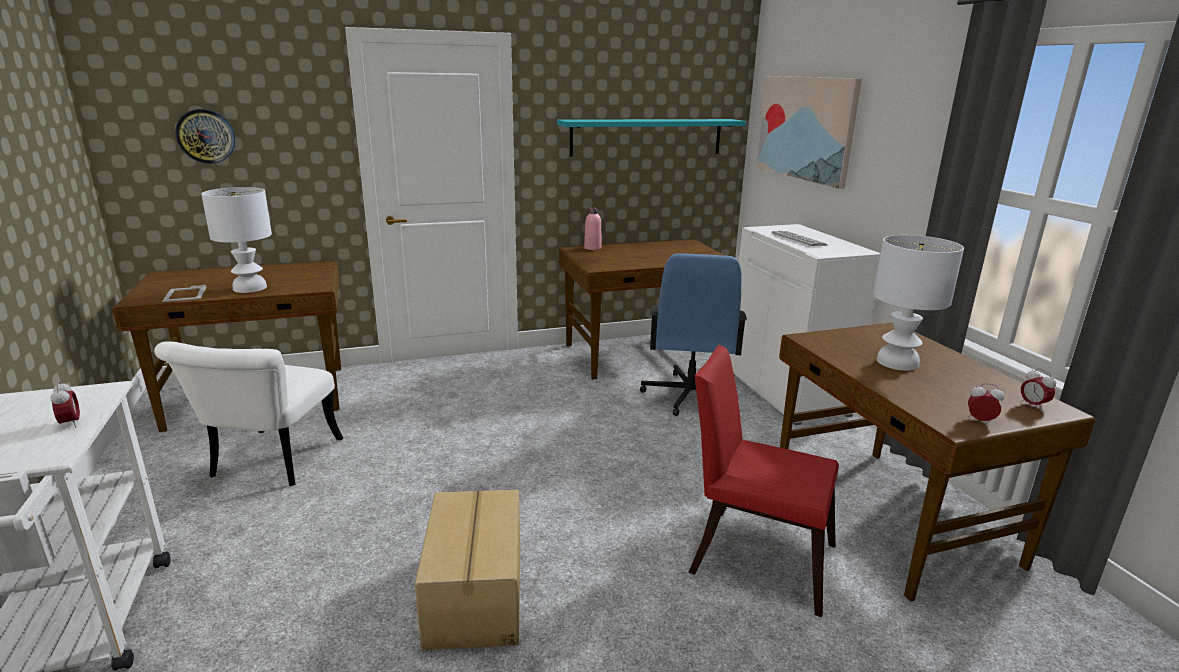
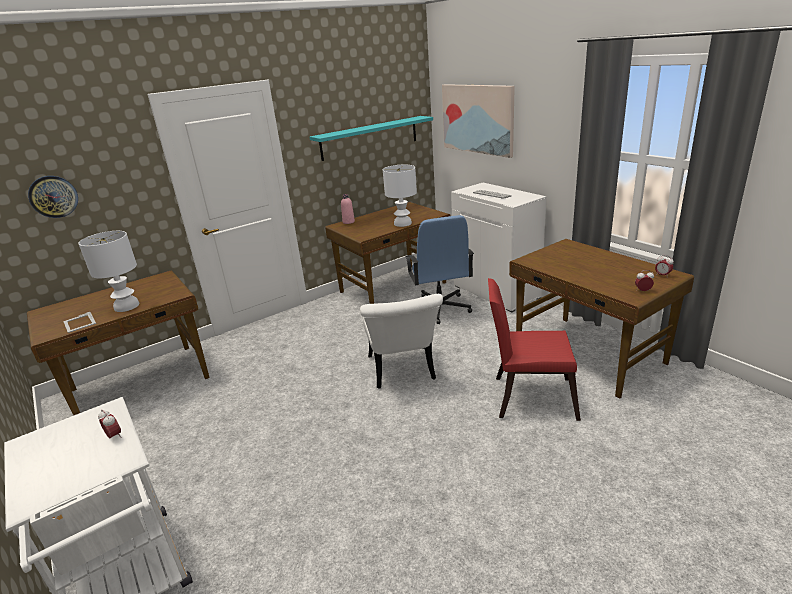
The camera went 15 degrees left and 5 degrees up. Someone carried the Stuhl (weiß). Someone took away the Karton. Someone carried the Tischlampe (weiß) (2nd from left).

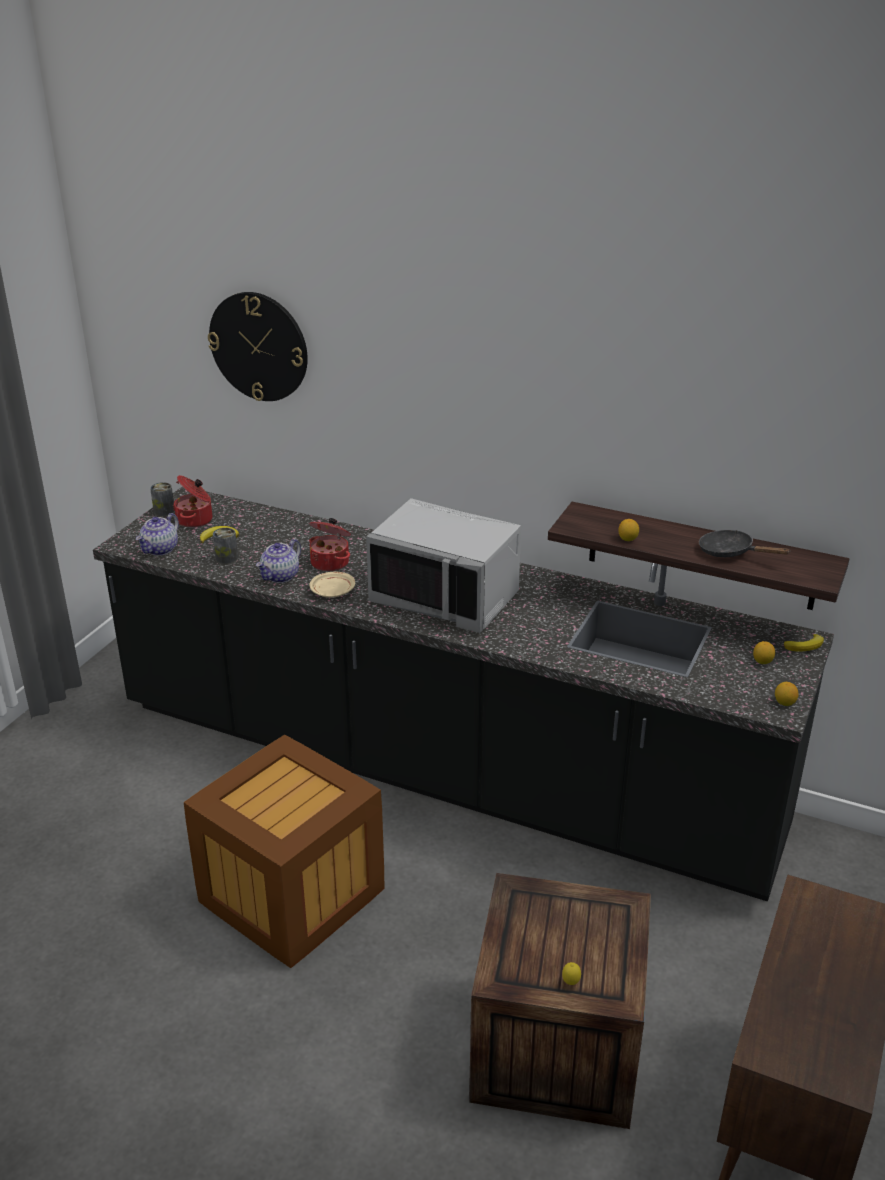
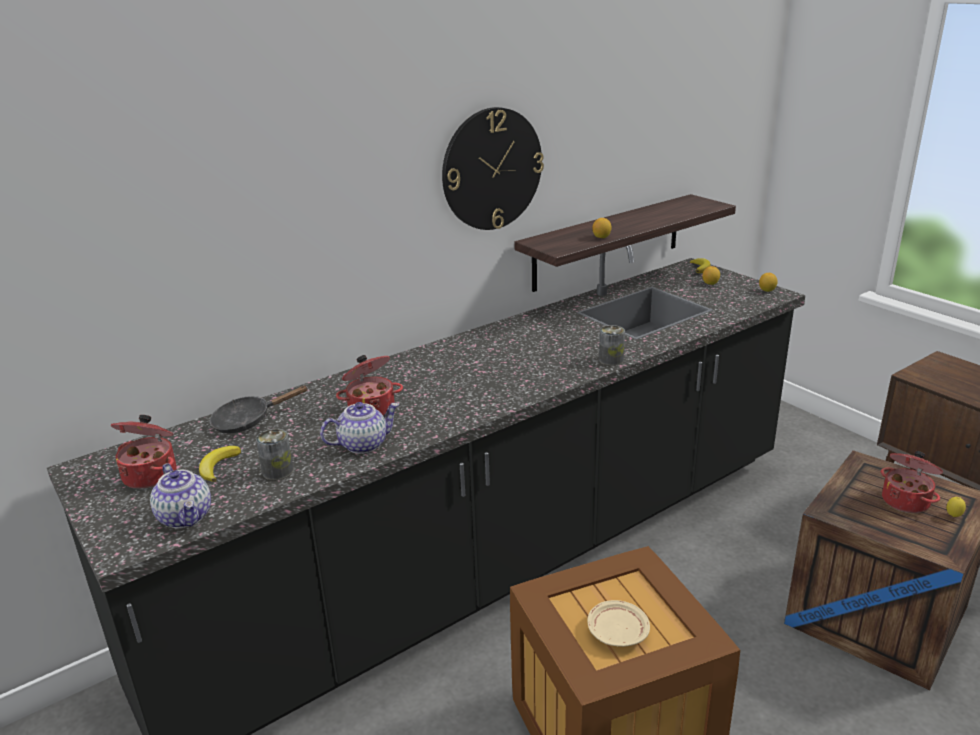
The camera went 60 degrees left and 5 degrees down. Someone carried the Dose (1st from left in the first image). Someone carried the Wanduhr. Someone rotated the Teekanne (2nd from left) by 90 degrees counterclockwise. Someone carried the Teller (beige). Someone took away the Mikrowelle (grau). Someone carried the Pfanne (schwarz). Someone put down the Kochtopf (3rd from left).

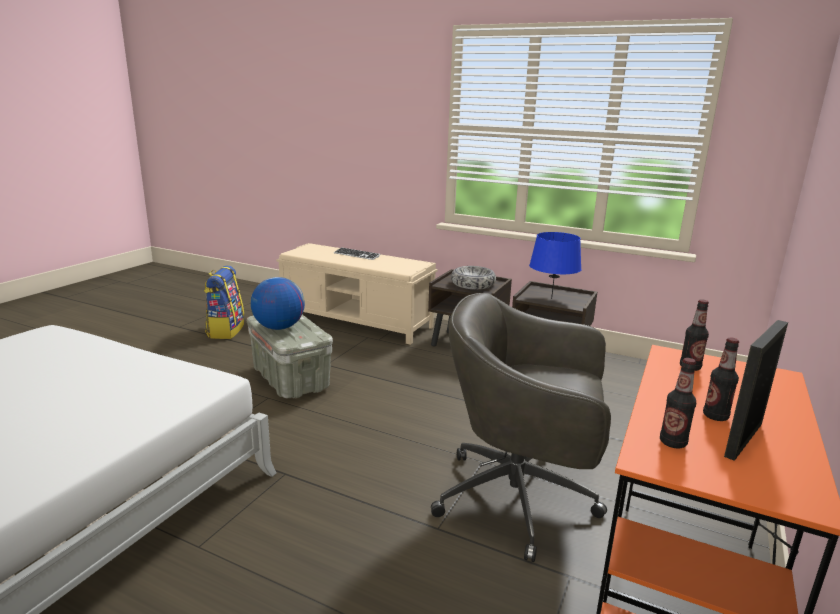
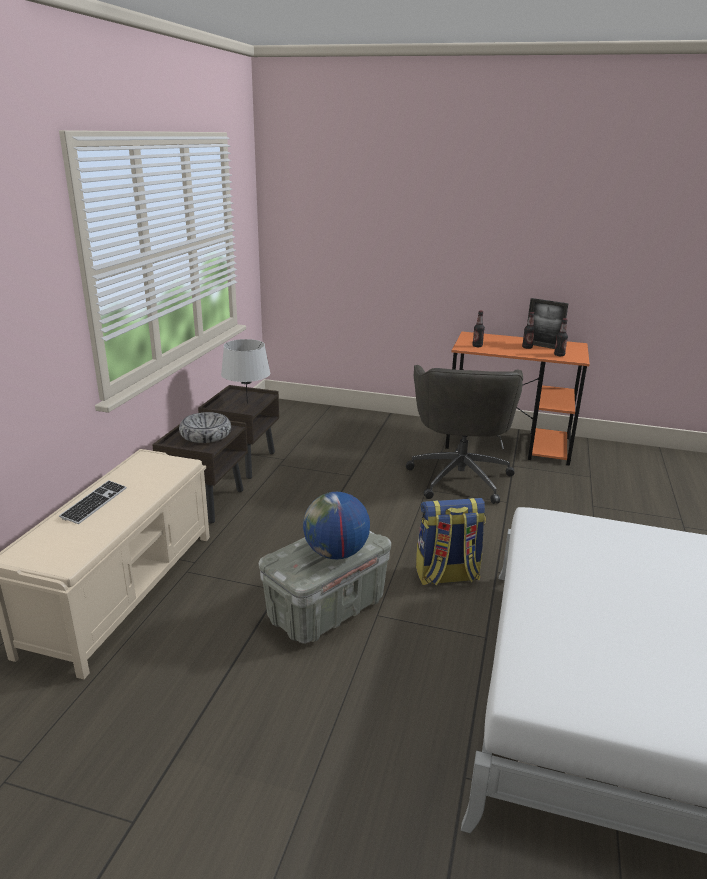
The camera went 100 degrees left and 5 degrees up. Someone carried the Rucksack. Someone repainted the Tischlampe (blau), which became the Tischlampe (grau).

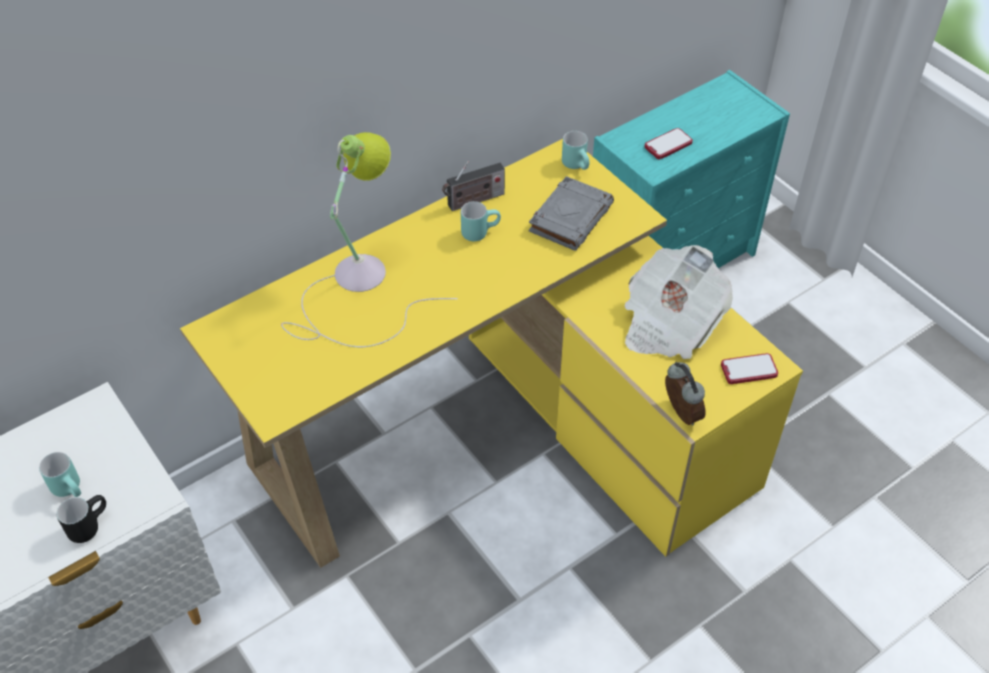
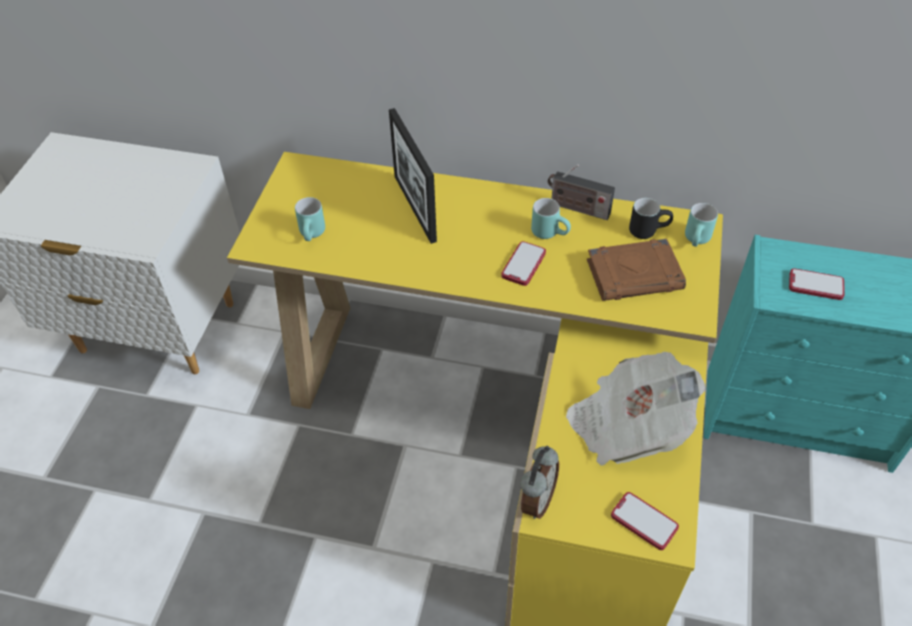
The camera went 50 degrees right and 0 degrees up. Someone carried the Henkelbecher (türkis) (1st from left). Someone carried the Henkelbecher (schwarz). Someone swapped the Tischlampe for the Bilderrahmen. Someone repainted the Buch (grau), which became the Buch (braun). Someone put down the Handy (1st from left).

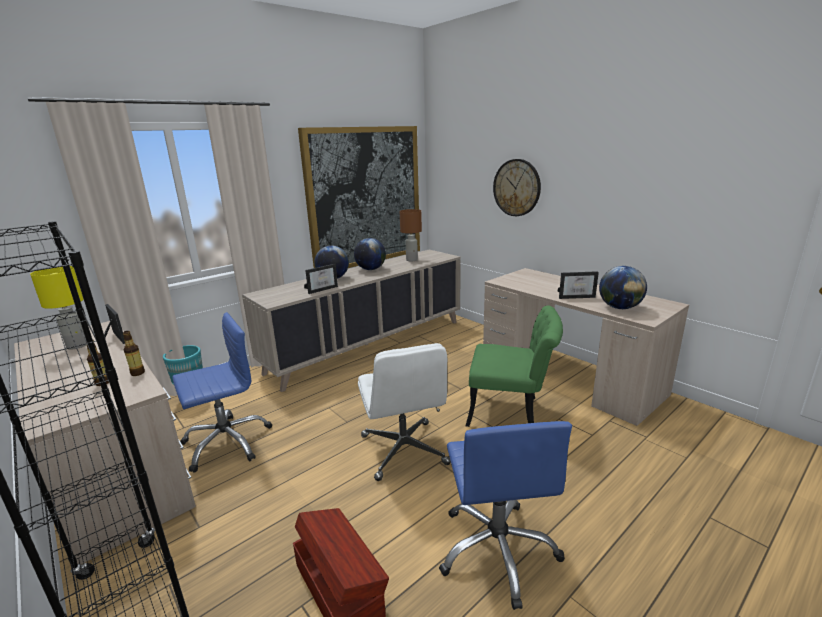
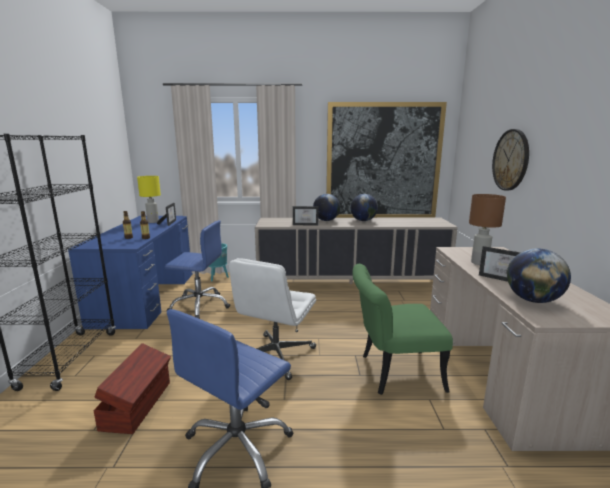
The camera went 40 degrees right and 5 degrees down. Someone repainted the Schreibtisch (beige) (1st from left), which became the Schreibtisch (blau). Someone carried the Tischlampe (braun). Someone rotated the Stuhl (grün) by 120 degrees clockwise.

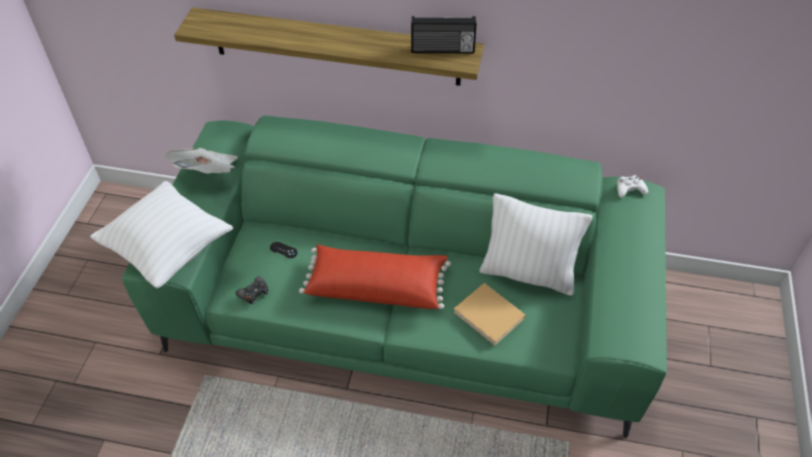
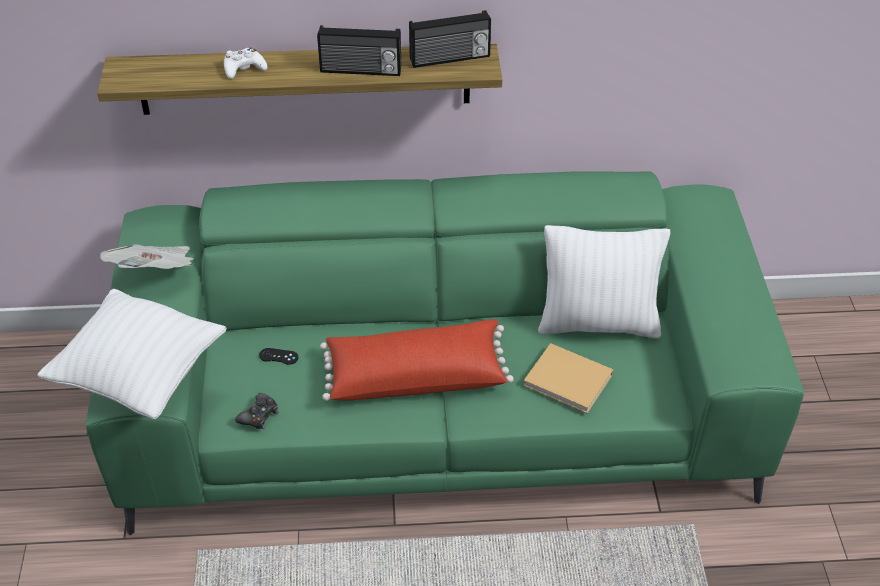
The camera went 15 degrees left and 5 degrees down. Someone carried the Gamepad (weiß). Someone put down the Radio (1st from left).

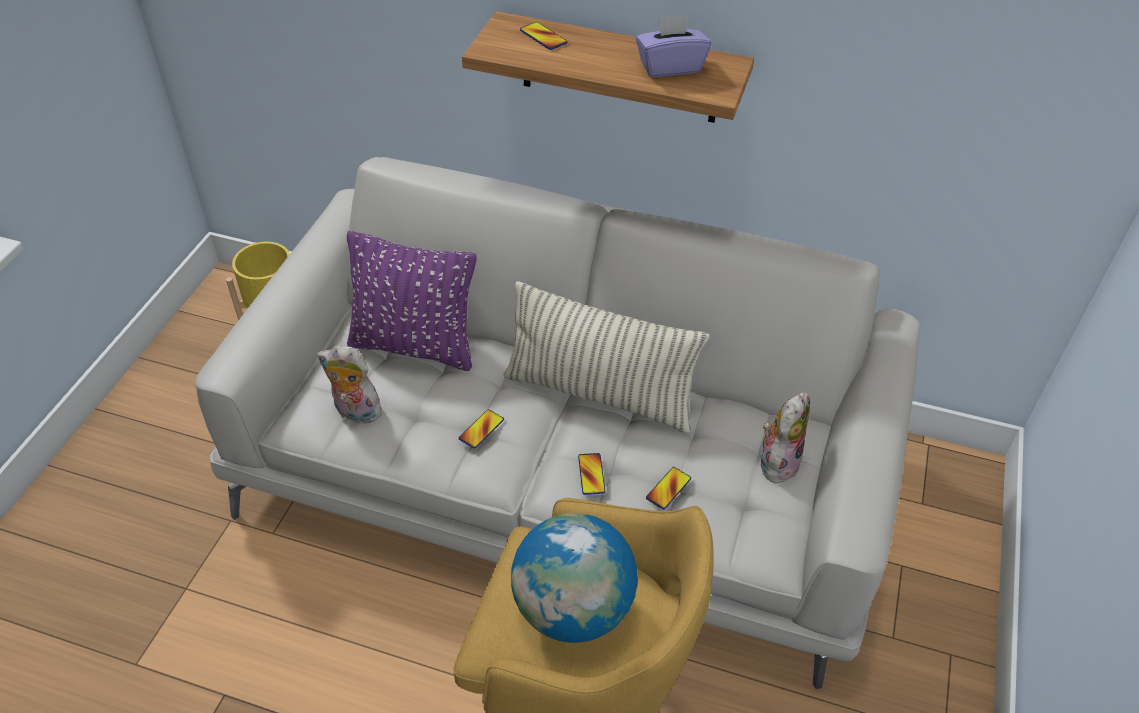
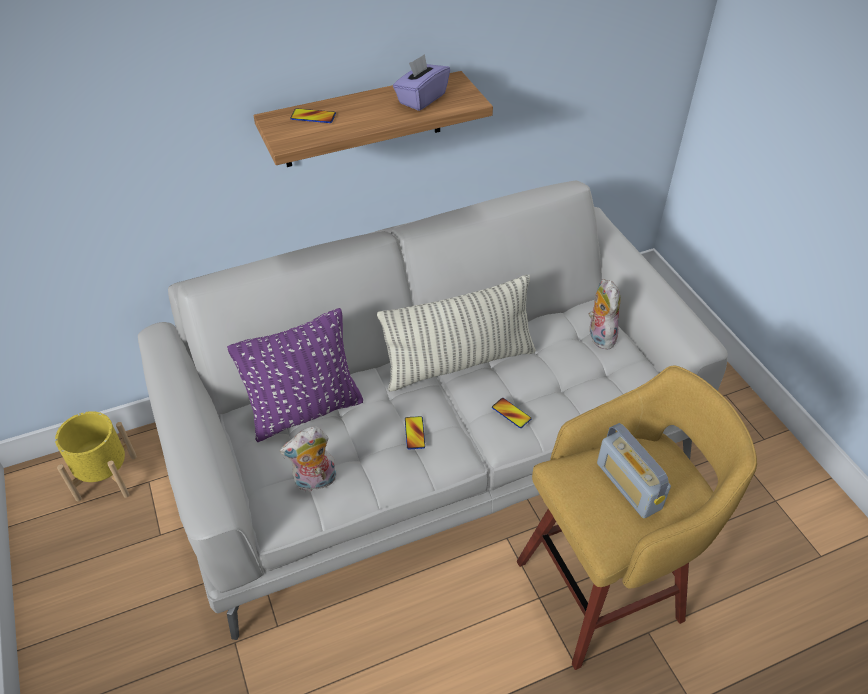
The camera went 40 degrees left and 0 degrees up. Someone swapped the Globus for the Radio. Someone took away the Handy (4th from left).

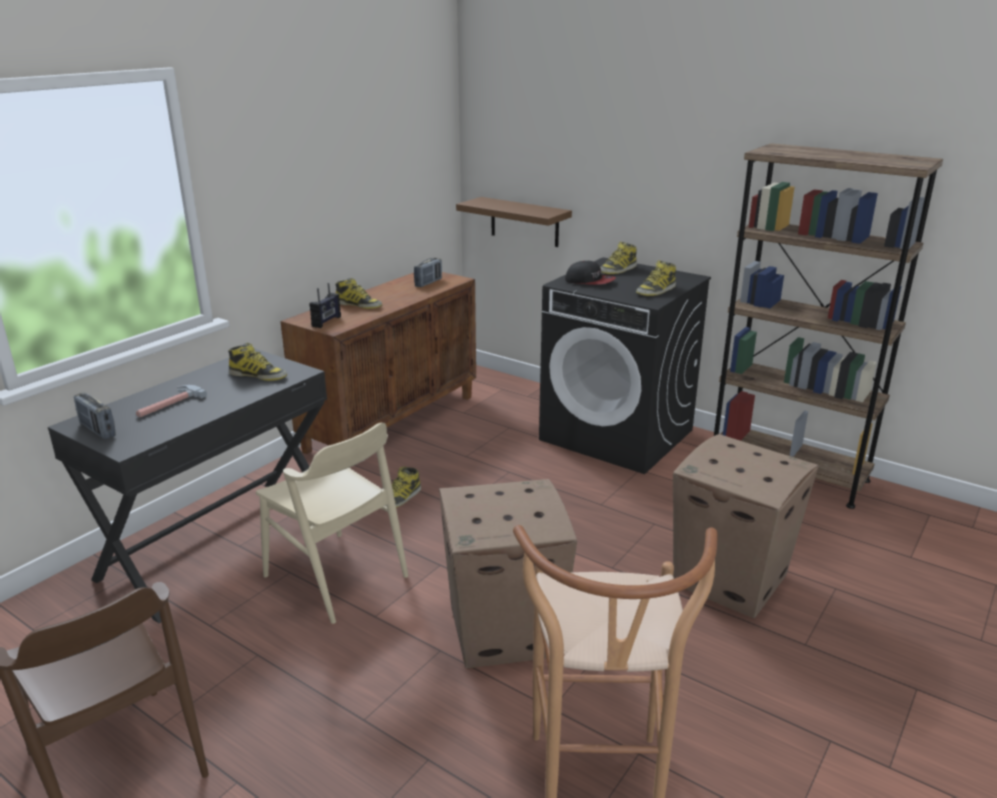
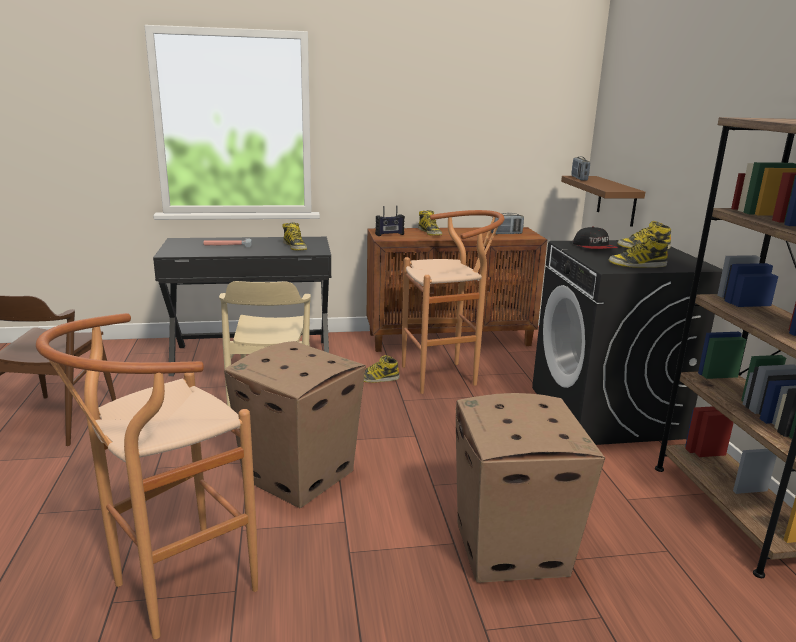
The camera went 45 degrees right and 5 degrees down. Someone carried the Radio (1st from left in the first image). Someone put down the Hocker (braun) (2nd from left).

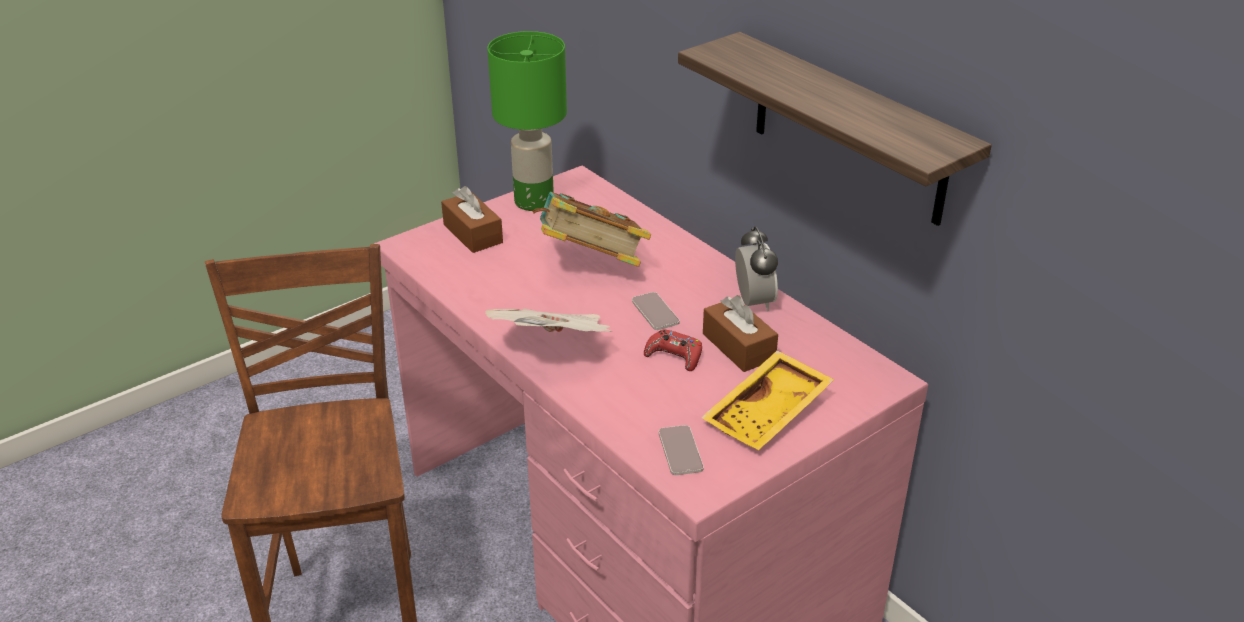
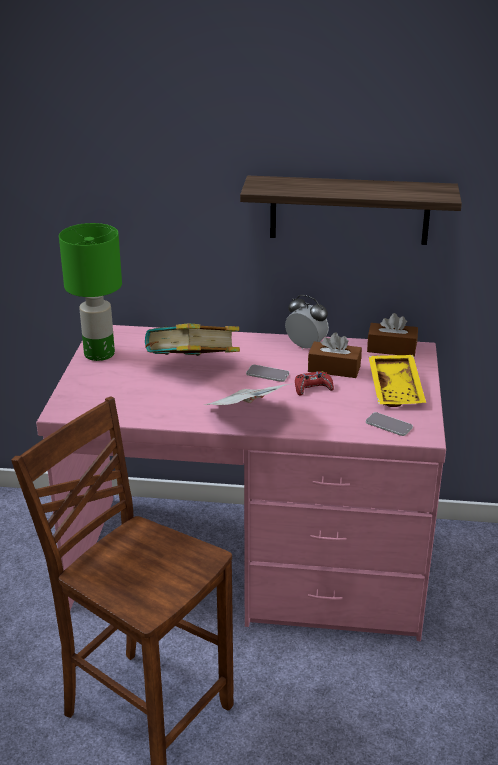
The camera went 45 degrees left and 5 degrees down. Someone carried the Taschentuchbox (braun) (1st from left in the first image).

